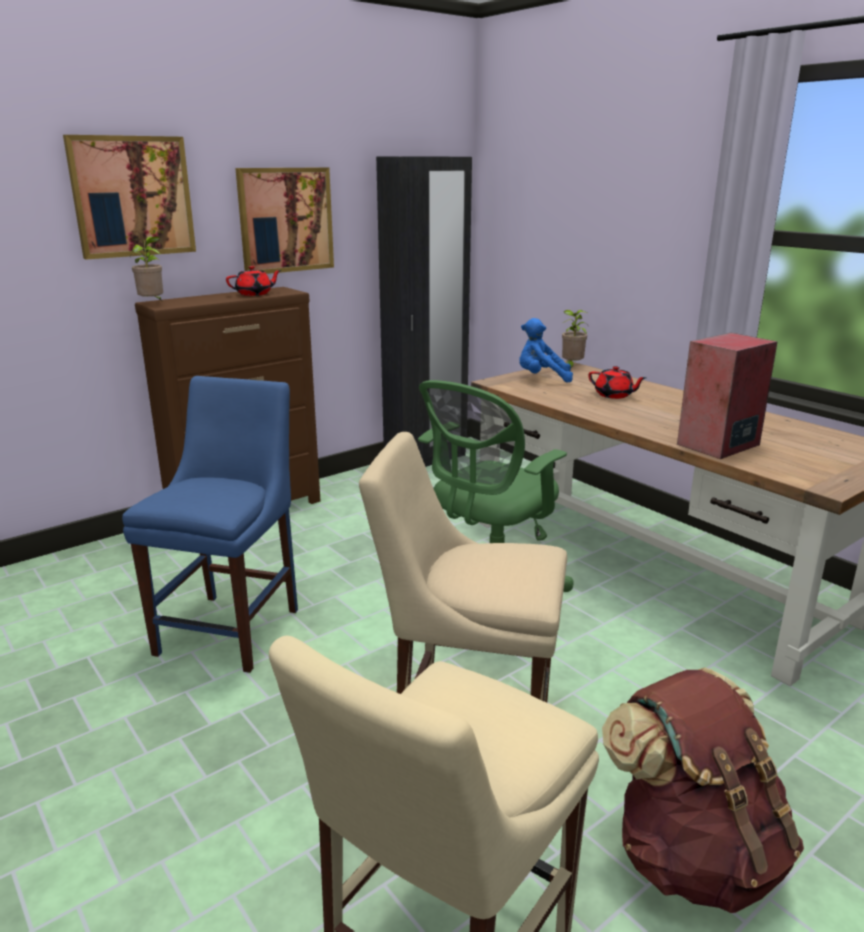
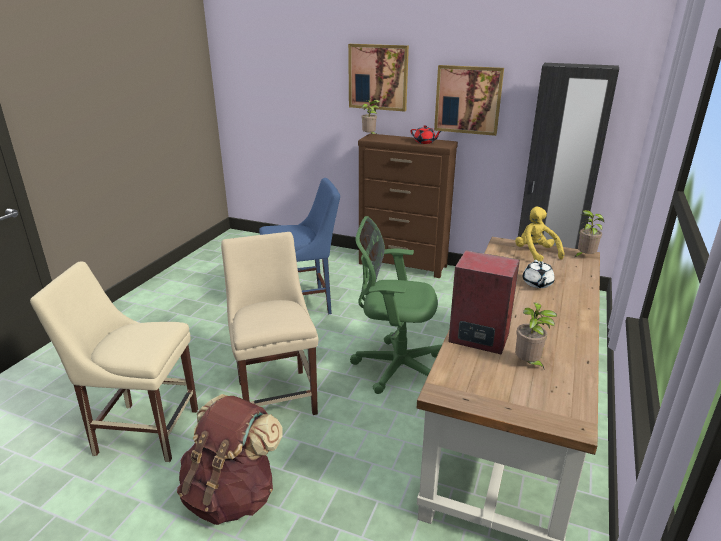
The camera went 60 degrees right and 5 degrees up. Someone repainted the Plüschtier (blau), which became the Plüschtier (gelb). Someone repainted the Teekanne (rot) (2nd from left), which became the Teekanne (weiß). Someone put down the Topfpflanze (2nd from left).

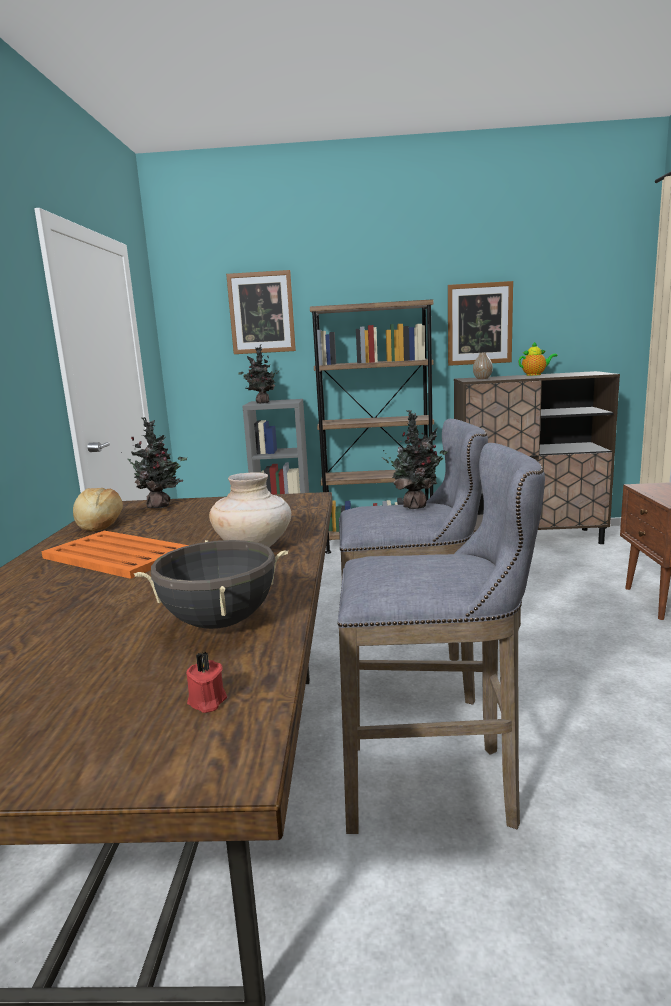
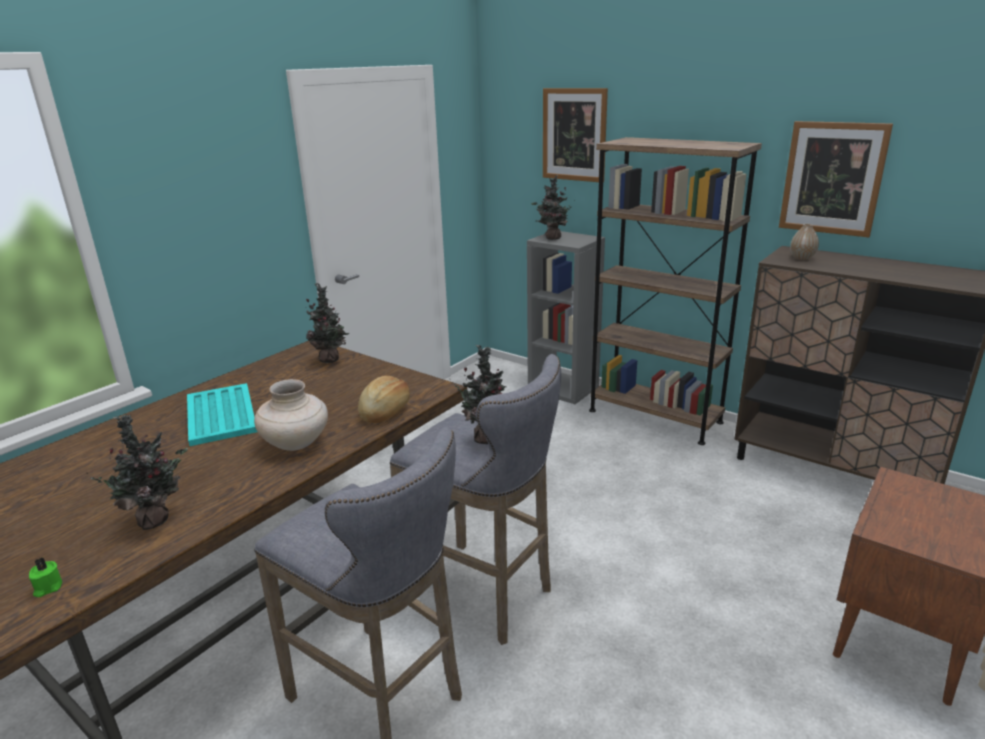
The camera went 35 degrees right and 10 degrees up. Someone repainted the Tablett (orange), which became the Tablett (türkis). Someone carried the Brot. Someone swapped the Kochtopf (schwarz) for the Topfpflanze (1st from left). Someone repainted the Kerze (rot), which became the Kerze (grün). Someone took away the Teekanne.

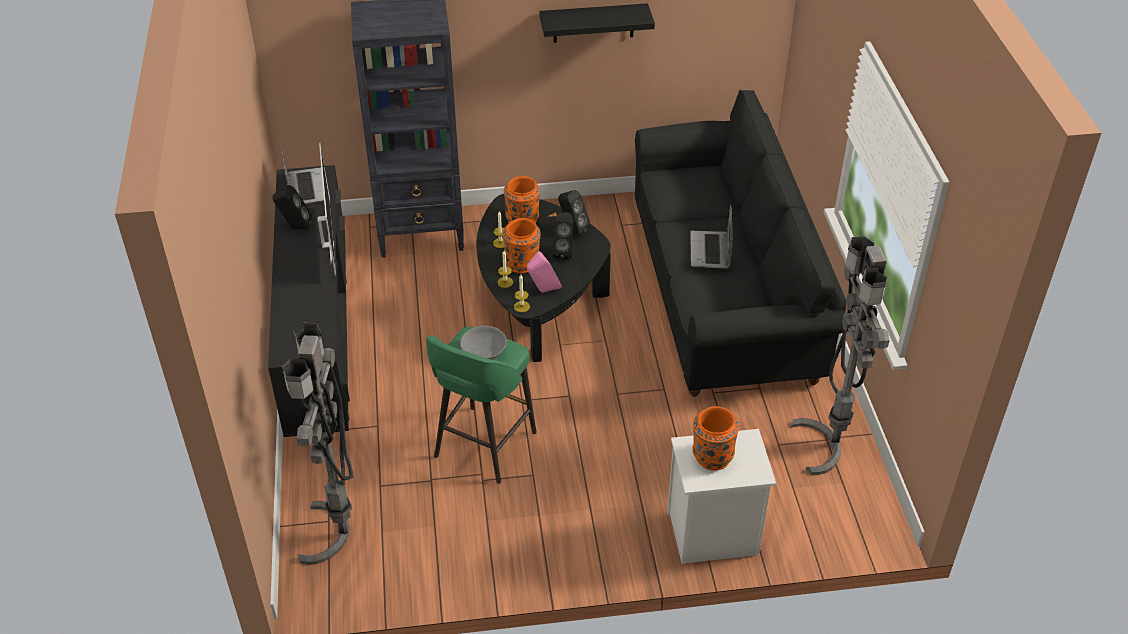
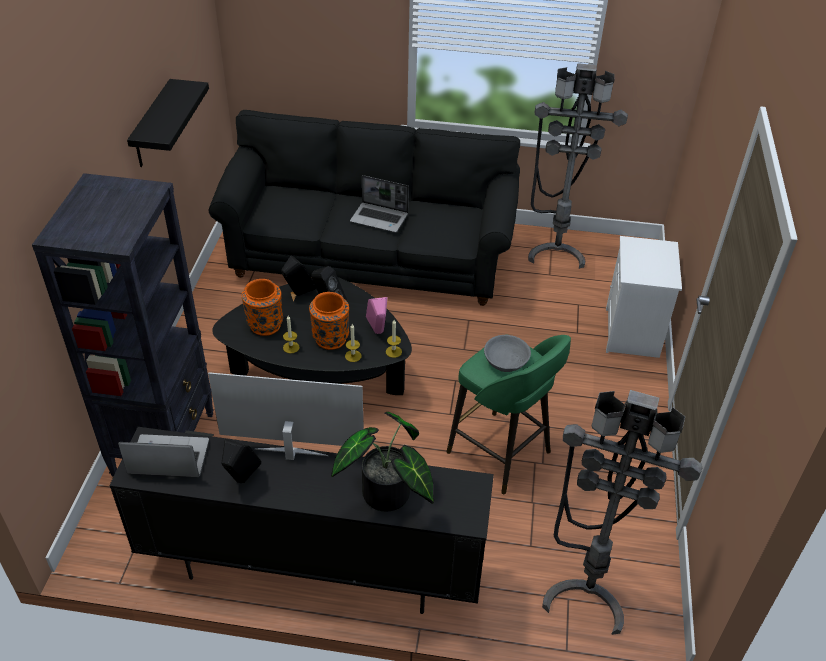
The camera went 75 degrees left and 0 degrees up. Someone took away the Vase (orange) (3rd from left). Someone put down the Topfpflanze.

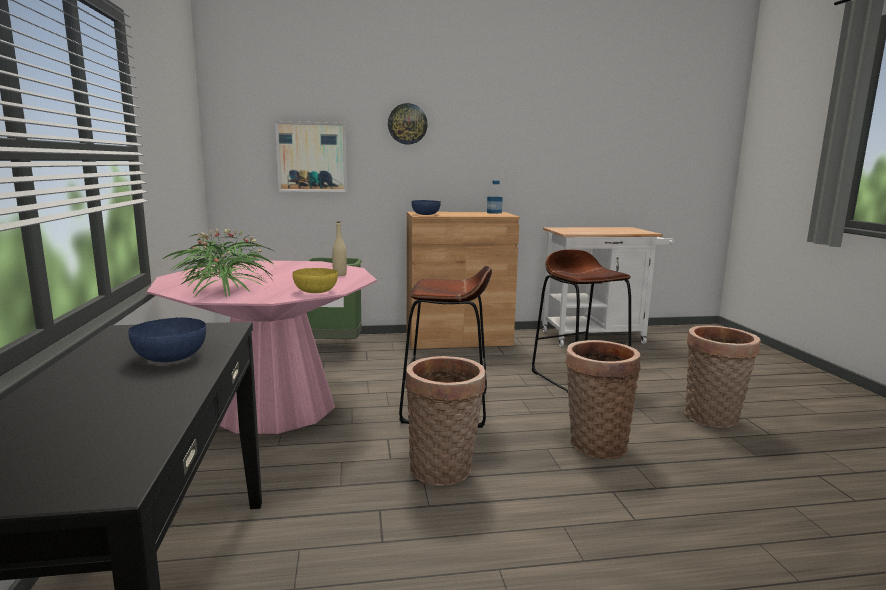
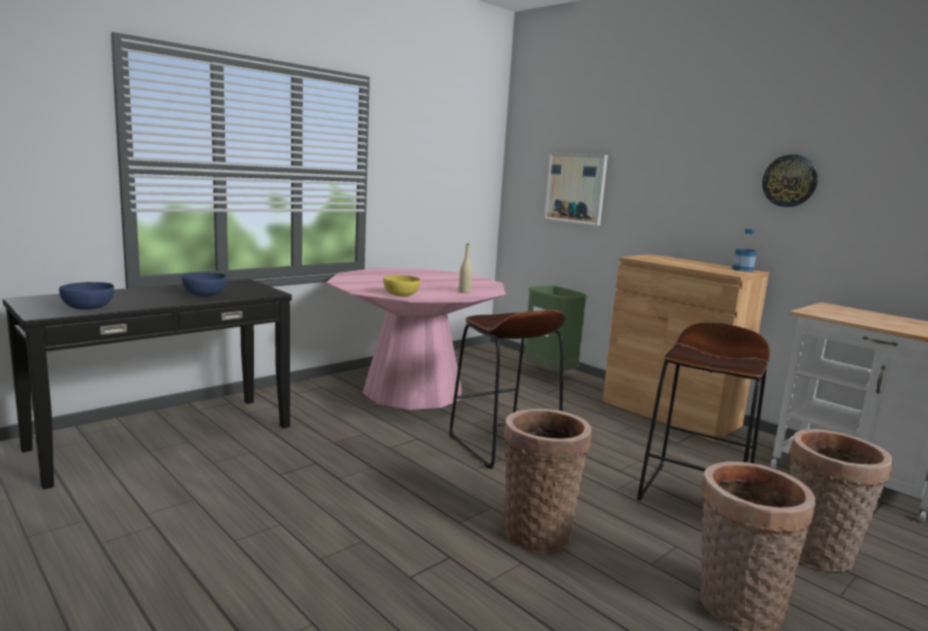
The camera went 55 degrees right and 0 degrees up. Someone took away the Topfpflanze. Someone carried the Wanduhr. Someone carried the Korb (1st from left in the first image). Someone carried the Schüssel (blau) (2nd from left in the first image).

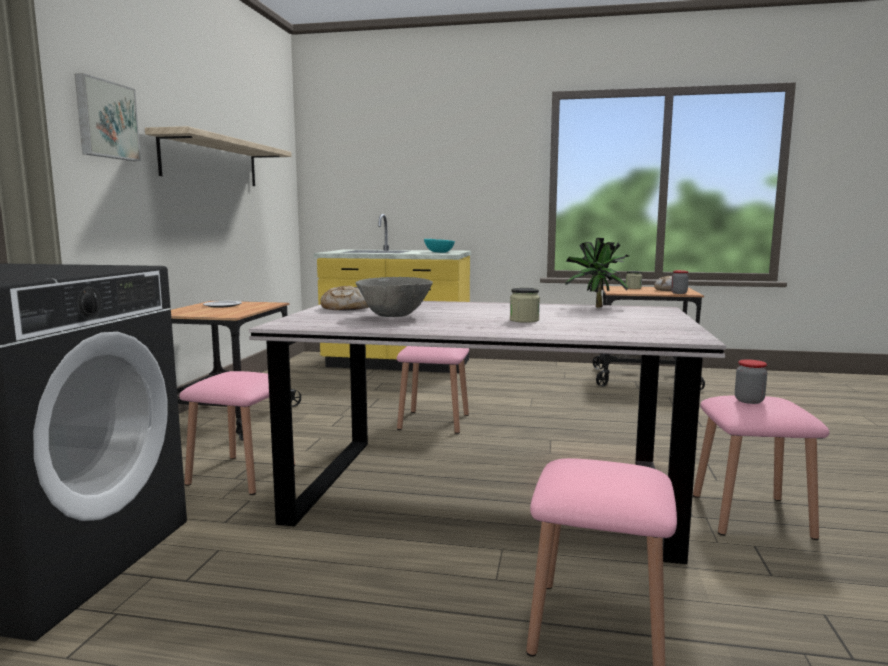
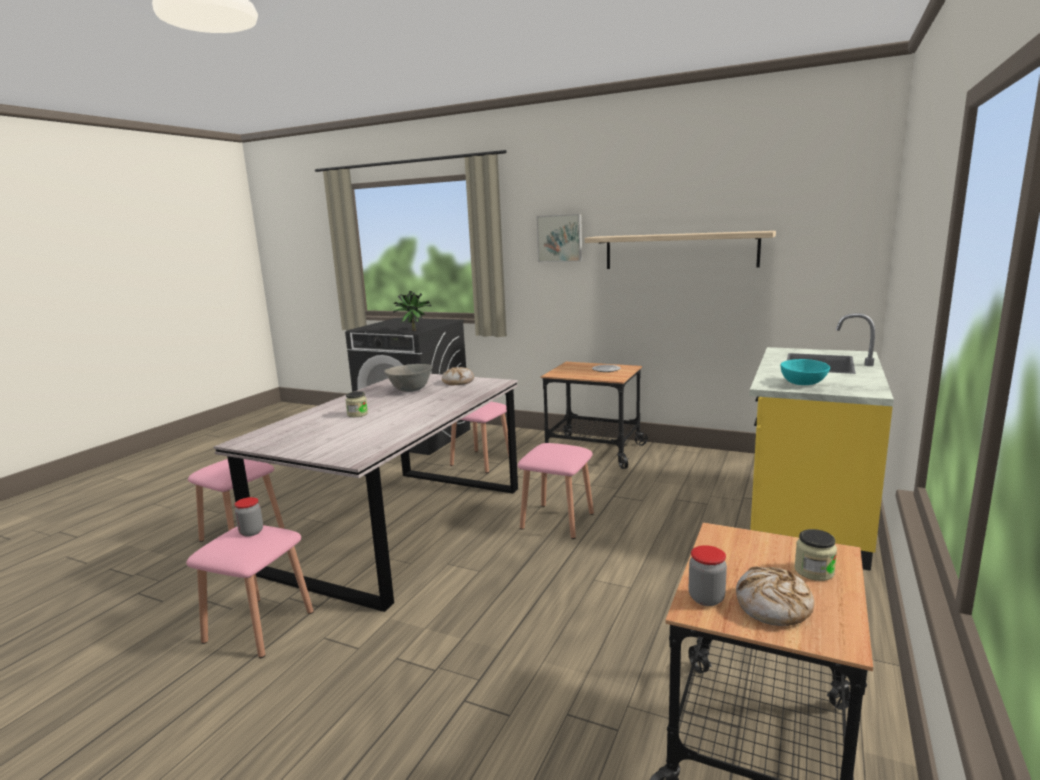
The camera went 105 degrees right and 5 degrees up. Someone carried the Topfpflanze.

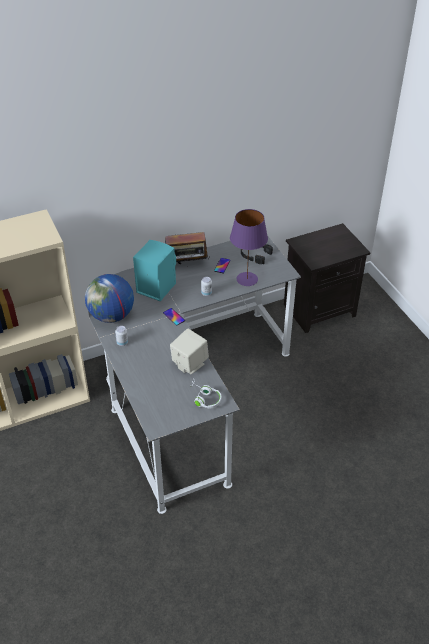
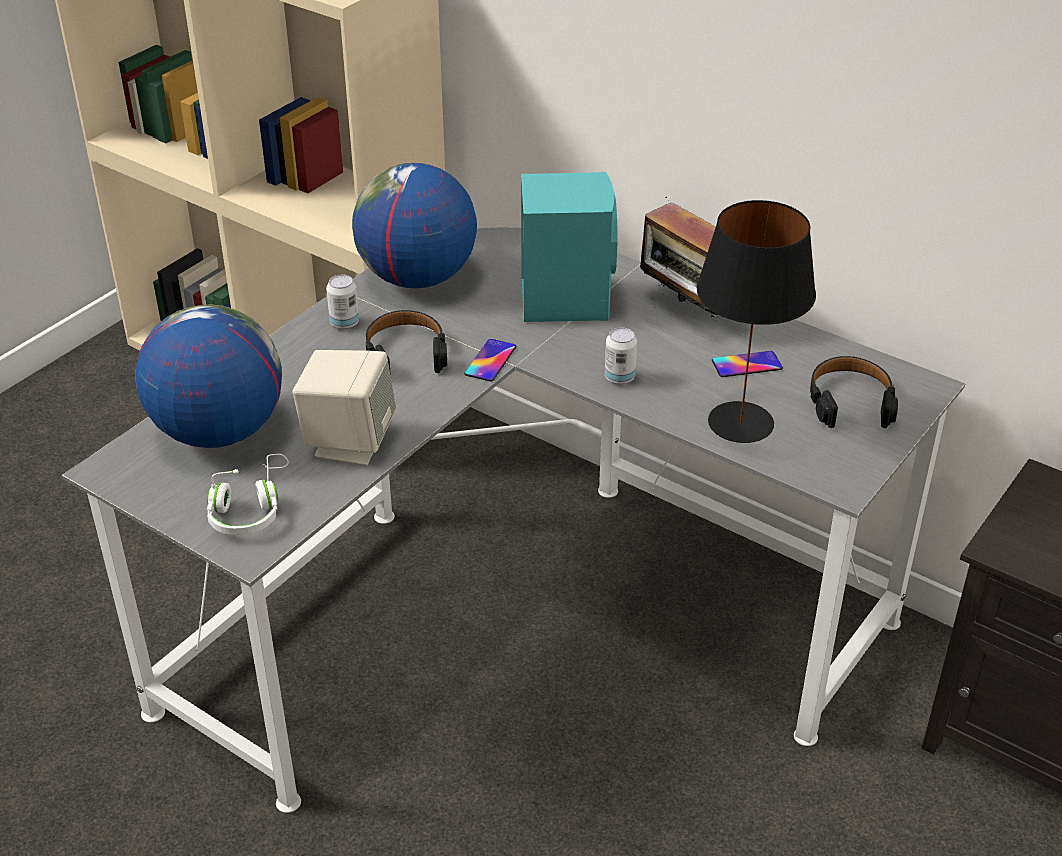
The camera went 60 degrees right and 5 degrees down. Someone repainted the Tischlampe (lila), which became the Tischlampe (schwarz). Someone put down the Globus (1st from left). Someone put down the Kopfhörer (schwarz) (1st from left).

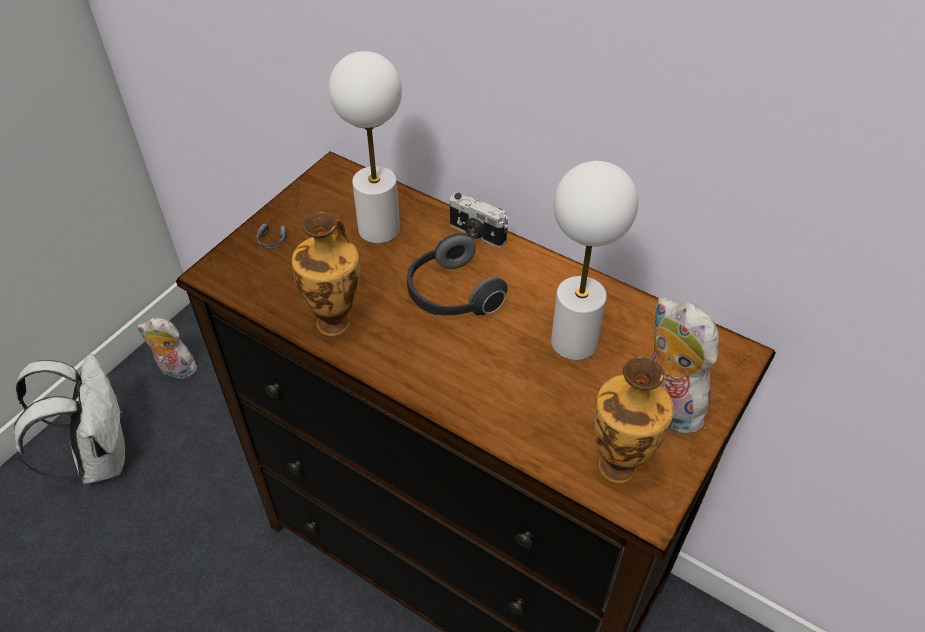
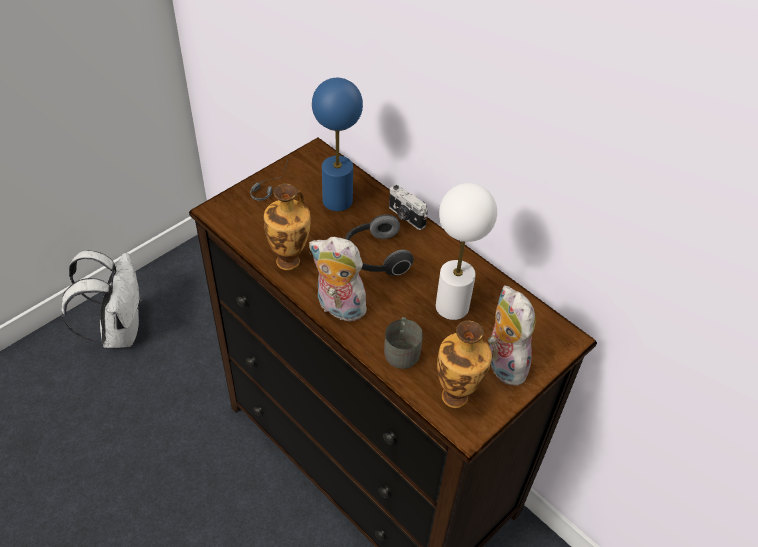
The camera went 10 degrees right and 0 degrees up. Someone carried the Plüschtier (1st from left). Someone repainted the Tischlampe (weiß) (1st from left), which became the Tischlampe (blau). Someone put down the Henkelbecher (grau).

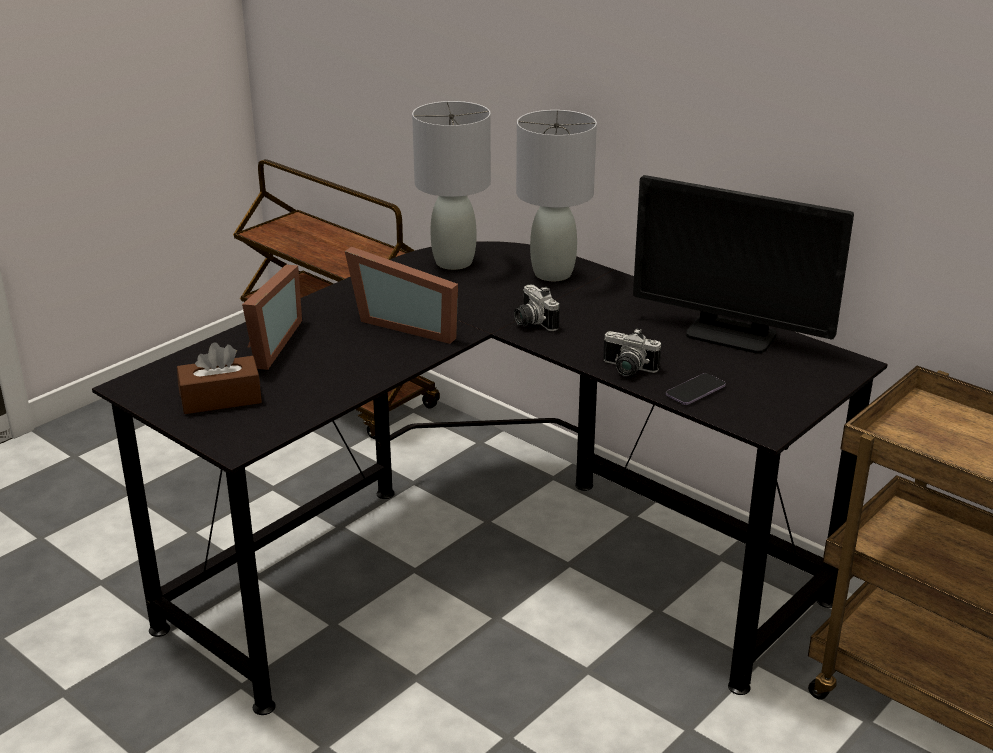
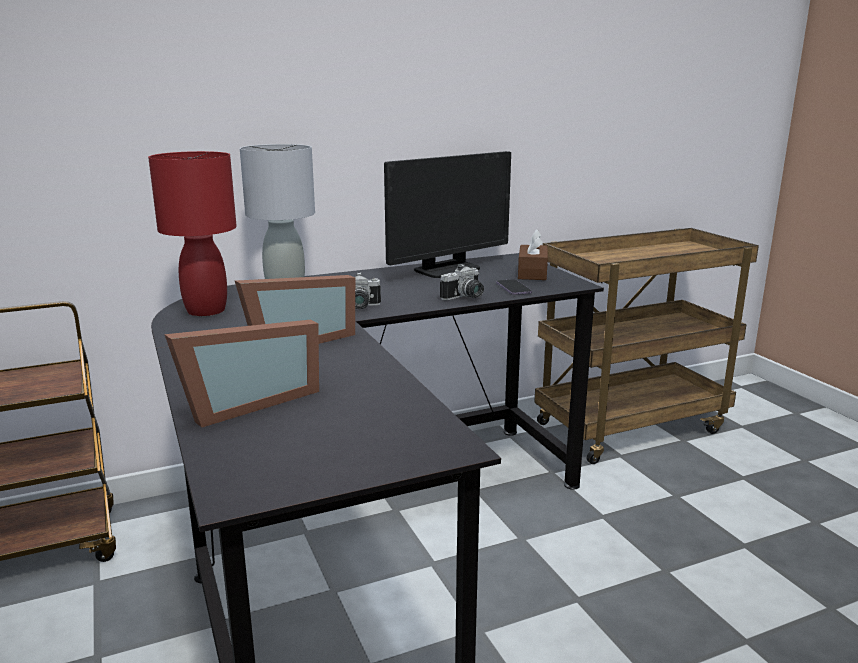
The camera went 65 degrees left and 10 degrees down. Someone carried the Taschentuchbox (braun). Someone rotated the Bilderrahmen (1st from left) by 105 degrees clockwise. Someone repainted the Tischlampe (grau) (1st from left), which became the Tischlampe (rot).

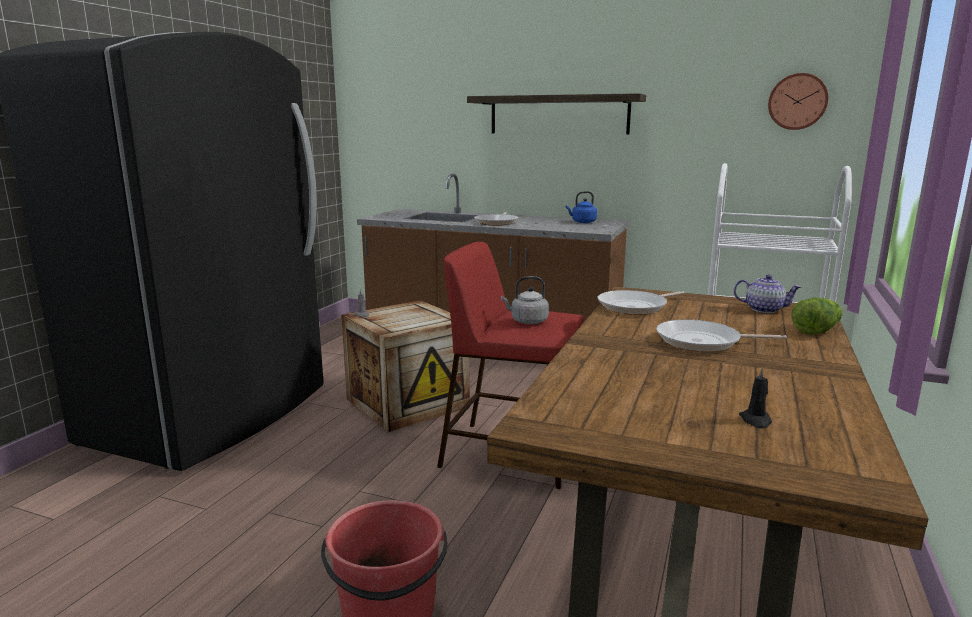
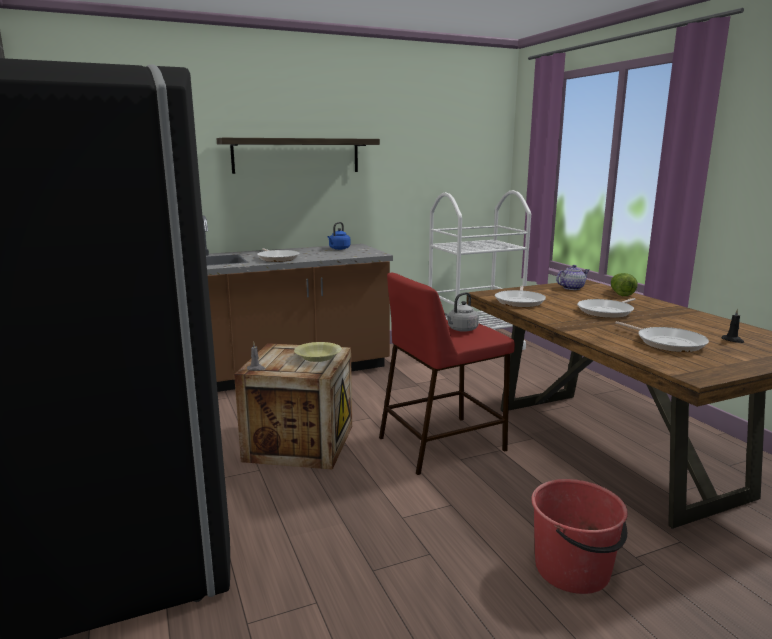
The camera went 45 degrees left and 0 degrees up. Someone took away the Wanduhr. Someone put down the Schüssel (gelb). Someone put down the Pfanne (4th from left).

